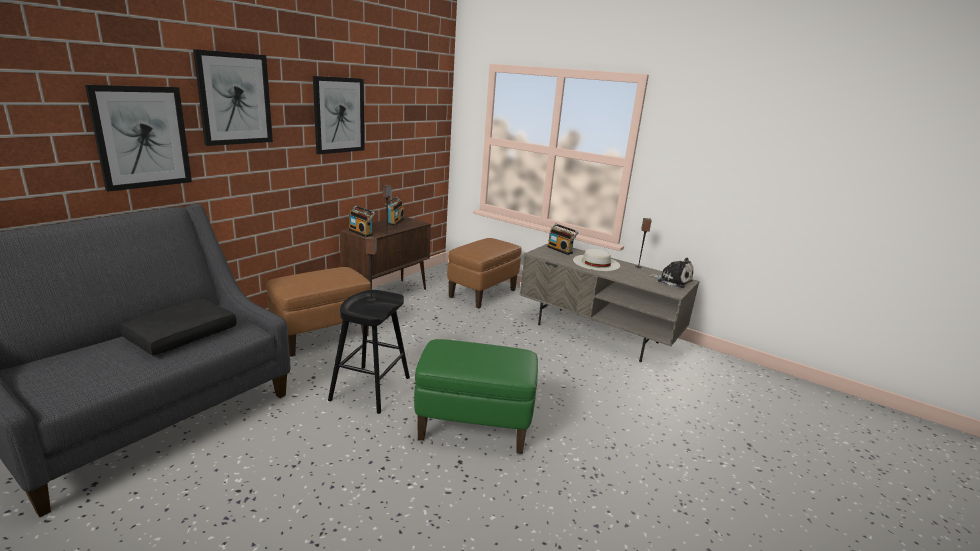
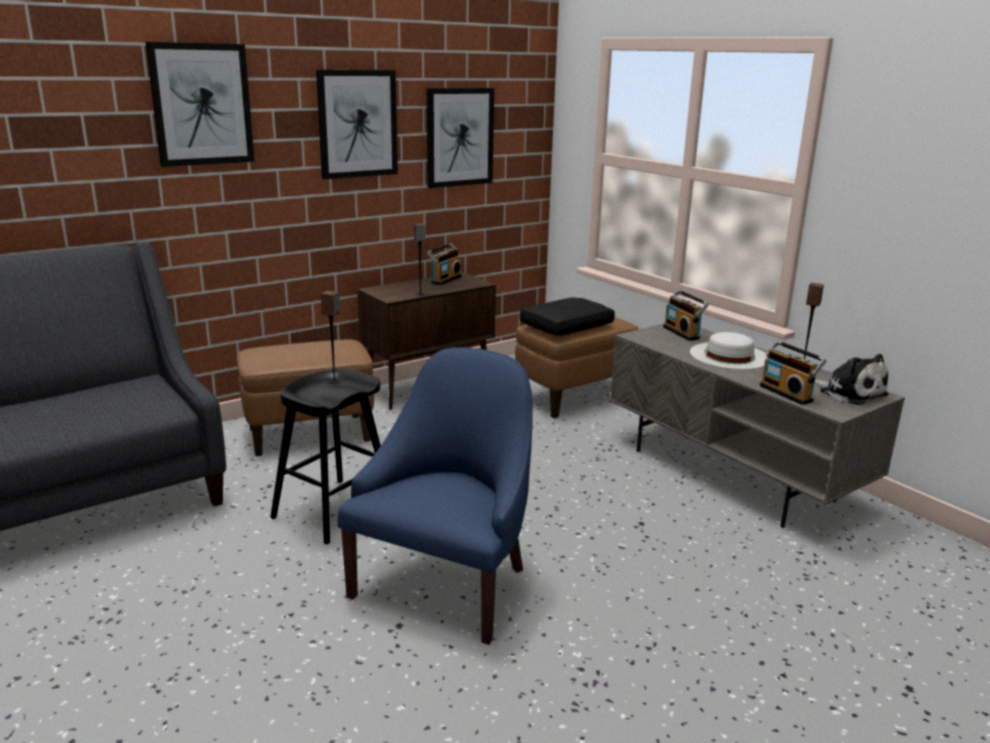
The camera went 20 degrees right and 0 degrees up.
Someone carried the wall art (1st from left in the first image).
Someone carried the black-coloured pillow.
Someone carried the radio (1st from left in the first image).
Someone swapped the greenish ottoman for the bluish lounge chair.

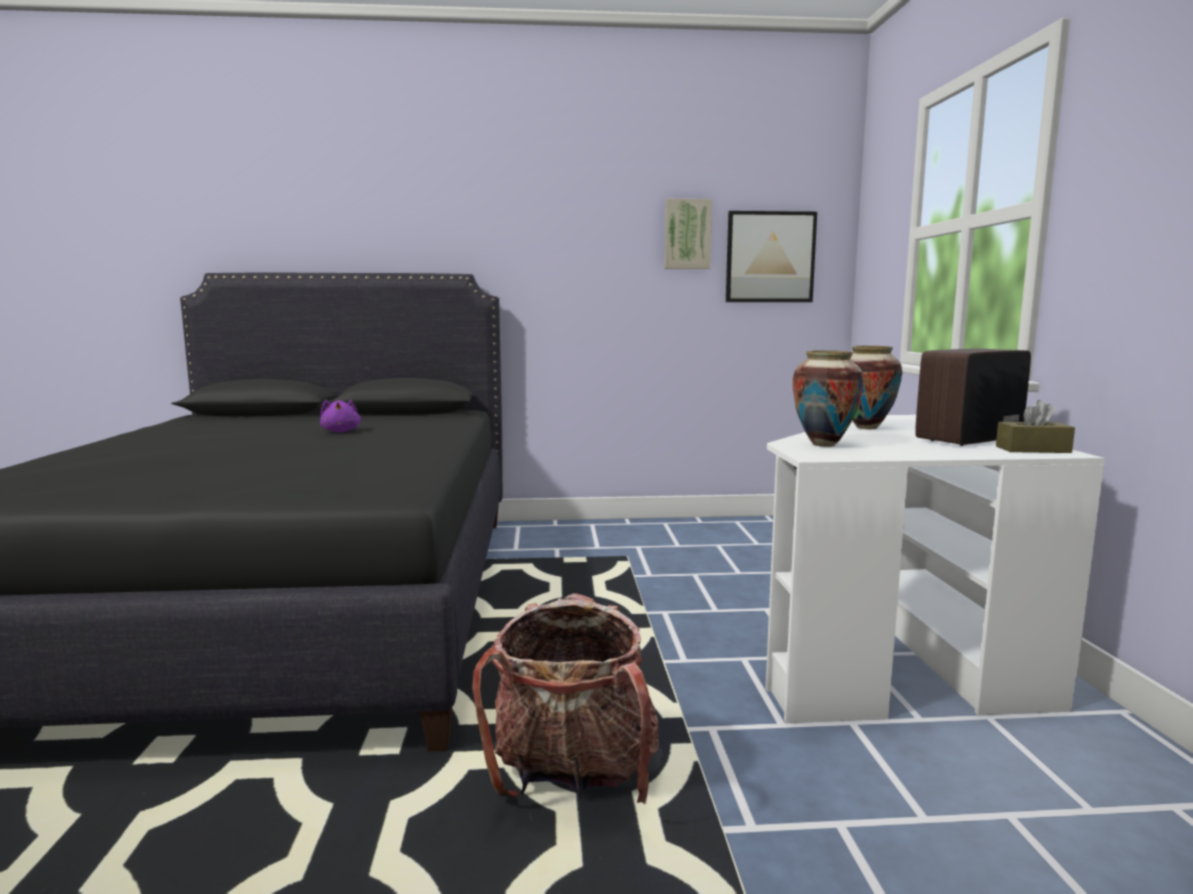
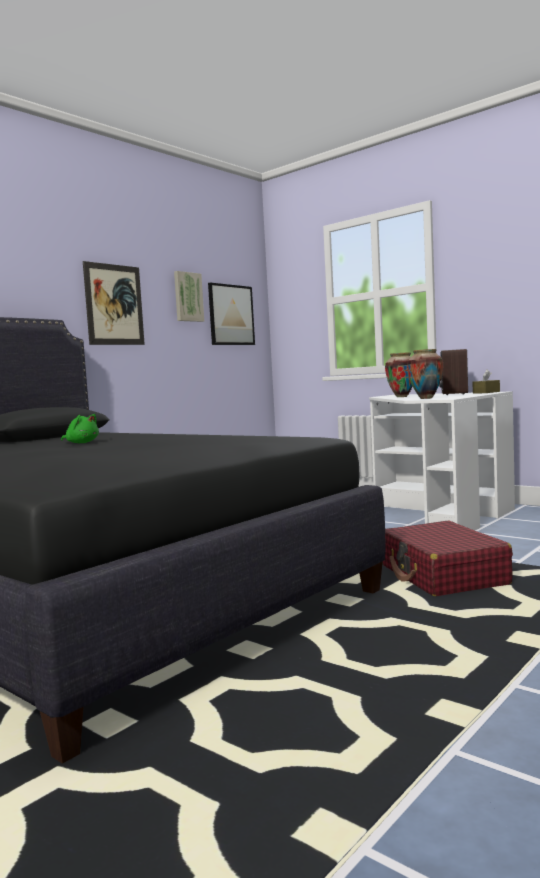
The camera went 45 degrees left and 5 degrees down.
Someone put up the wall art (1st from left).
Someone swapped the backpack for the reddish travel case.
Someone repainted the purplish plush toy, which became the greenish plush toy.

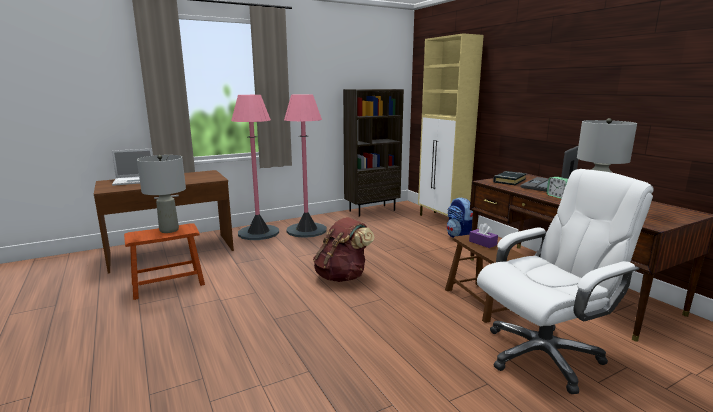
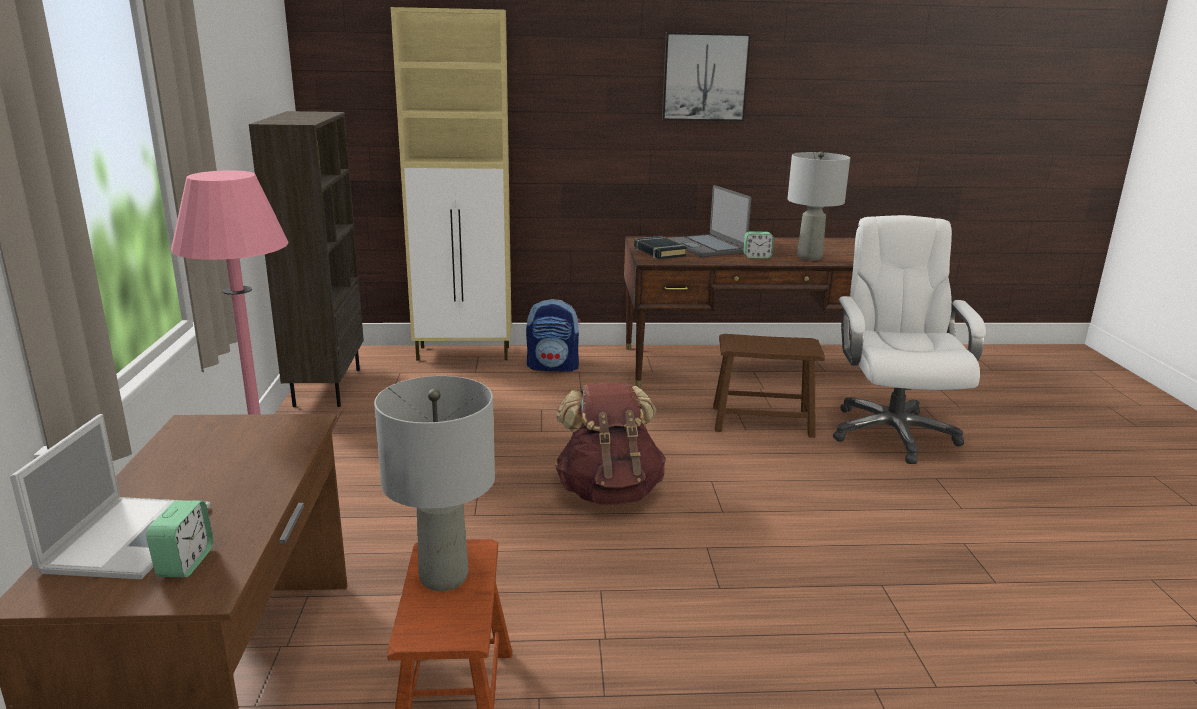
The camera went 65 degrees left and 5 degrees up.
Someone took away the pink floor lamp (2nd from left).
Someone took away the purplish tissue holder.
Someone put down the alarm clock (1st from left).
Someone put up the wall art.

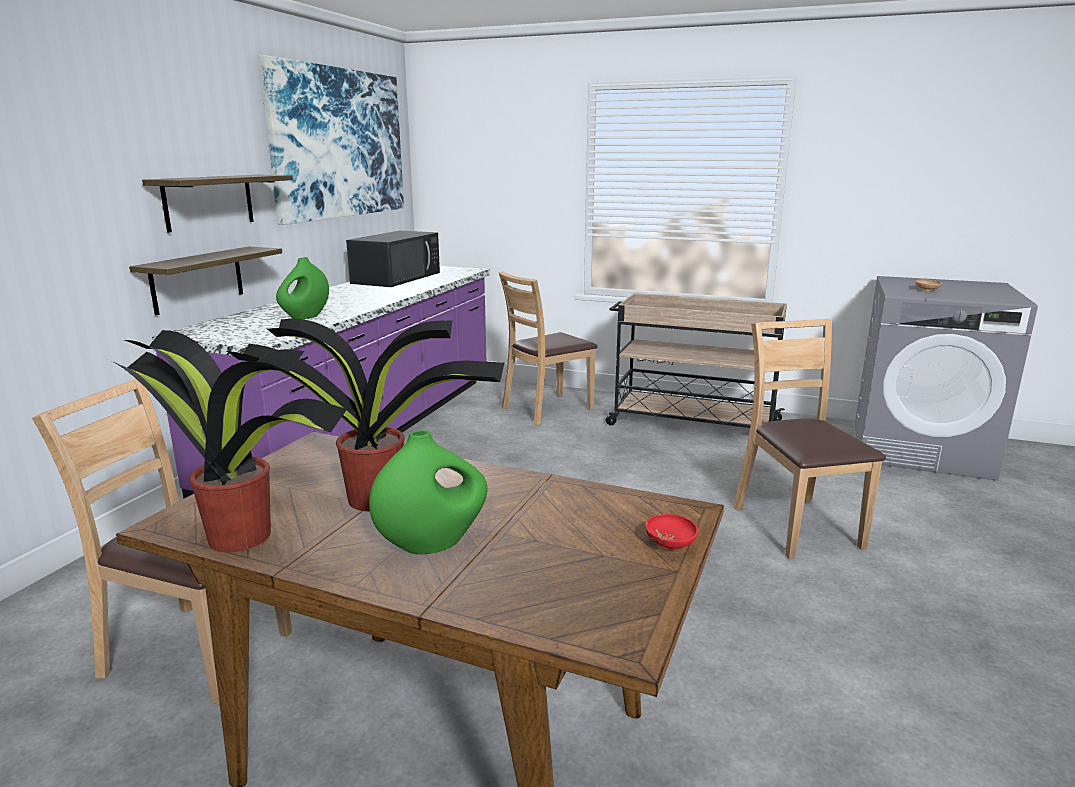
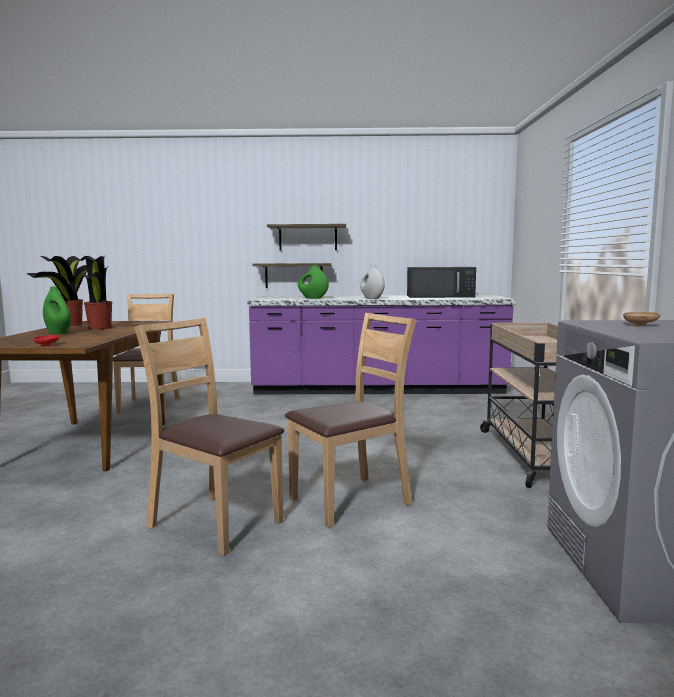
The camera went 70 degrees right and 10 degrees down.
Someone took away the wall art.
Someone put down the white flower vase.
Someone carried the brown-coloured upright chair (2nd from left).

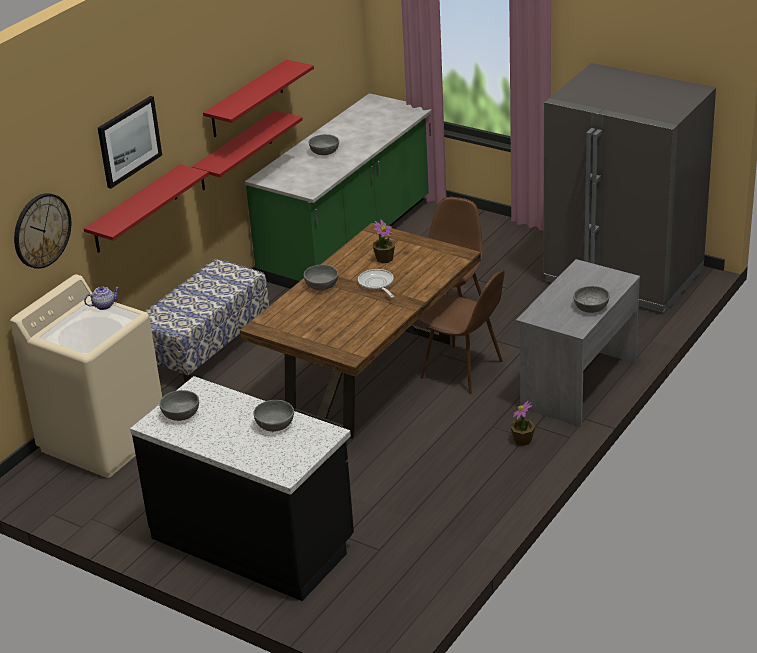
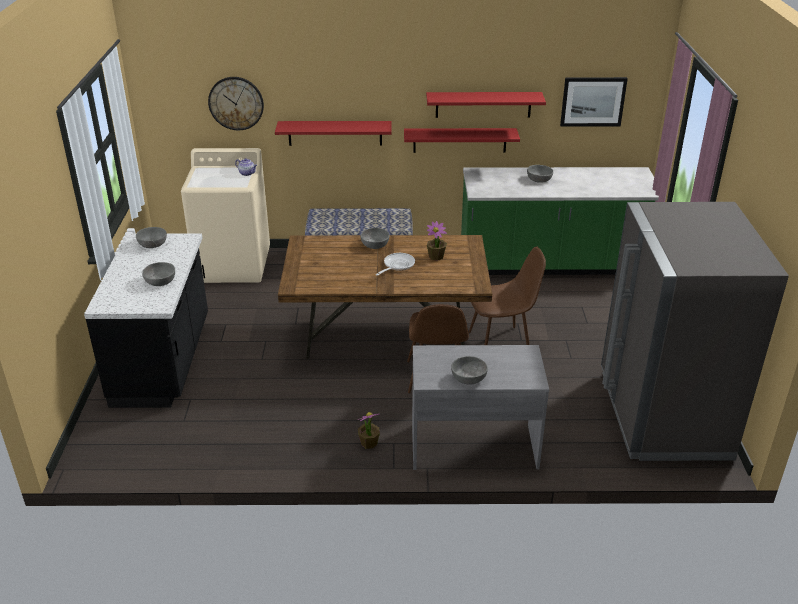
The camera went 55 degrees right and 0 degrees up.
Someone carried the wall art.

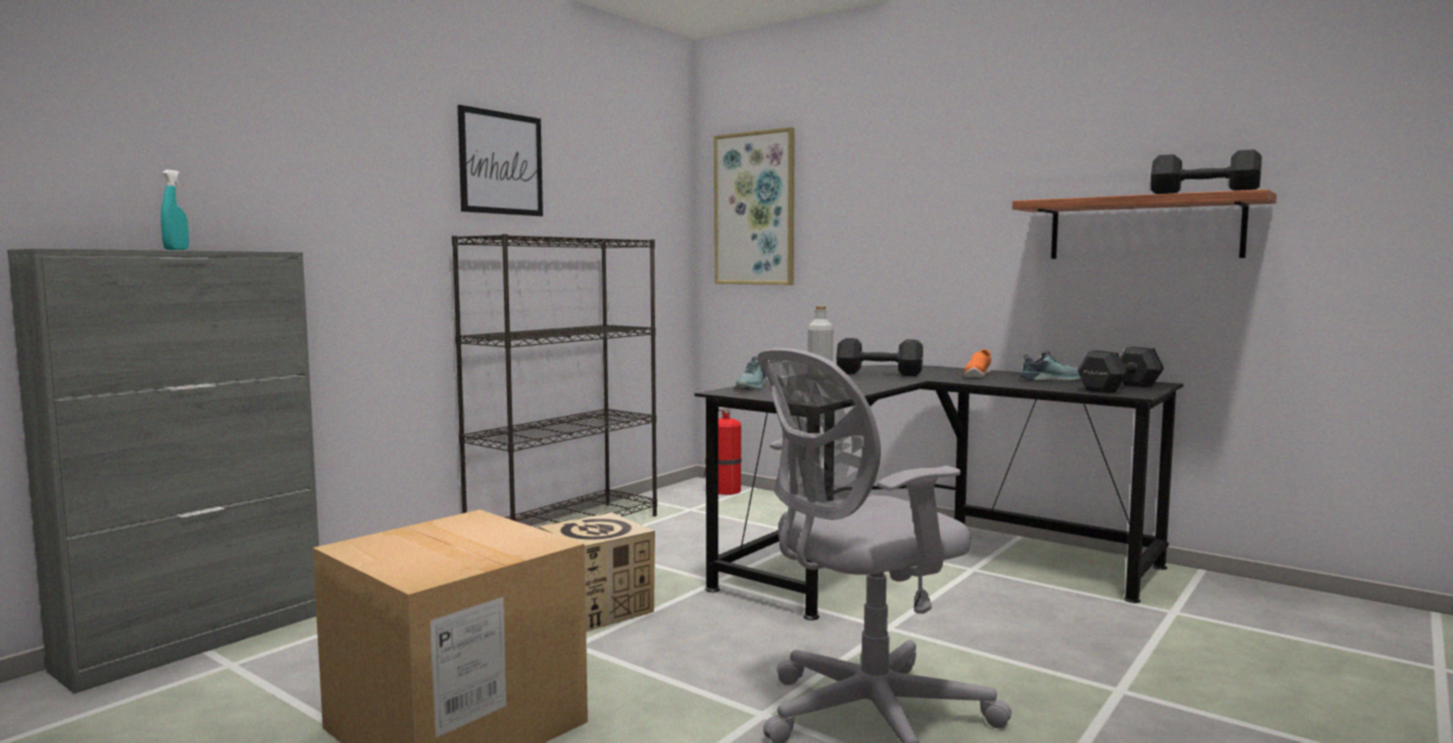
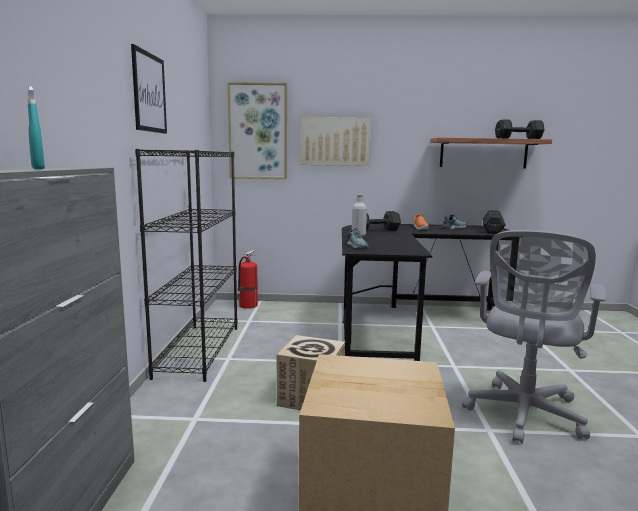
The camera went 35 degrees left and 5 degrees up.
Someone put up the wall art (3rd from left).

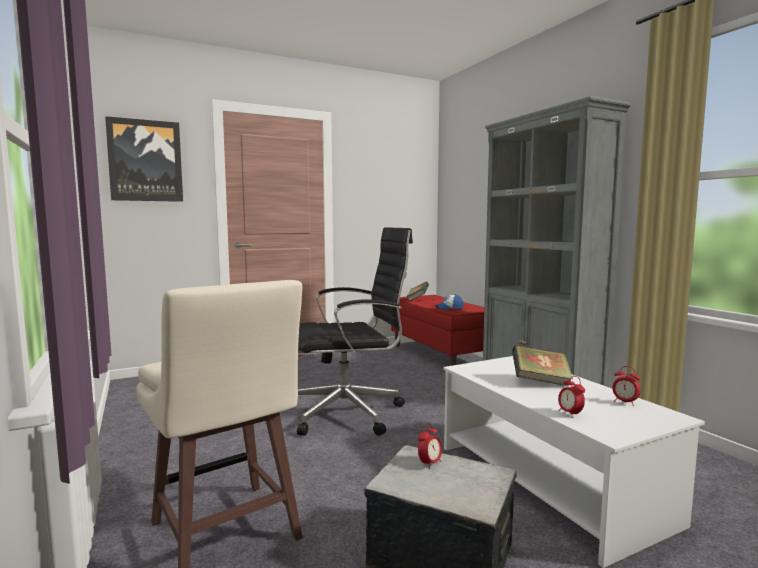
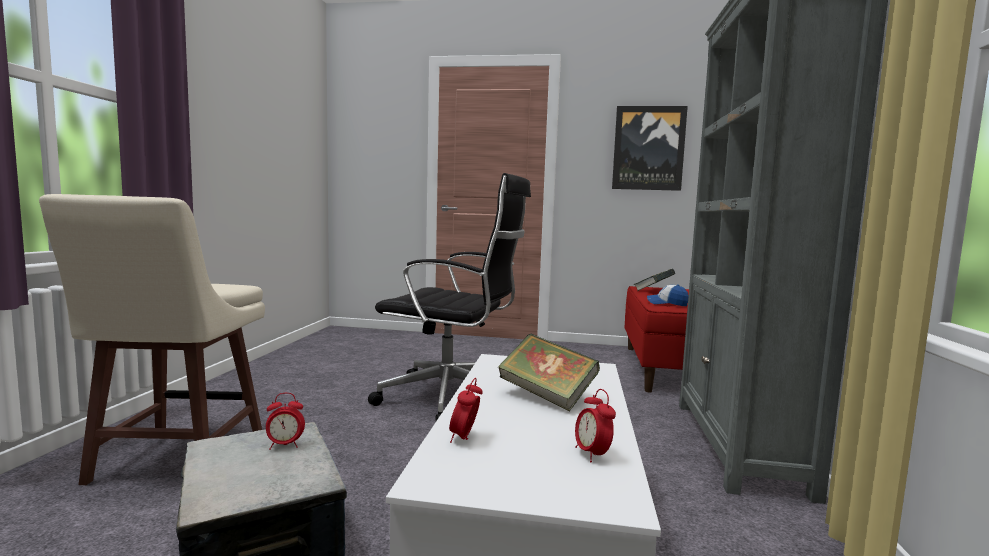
The camera went 35 degrees right and 0 degrees up.
Someone carried the wall art.

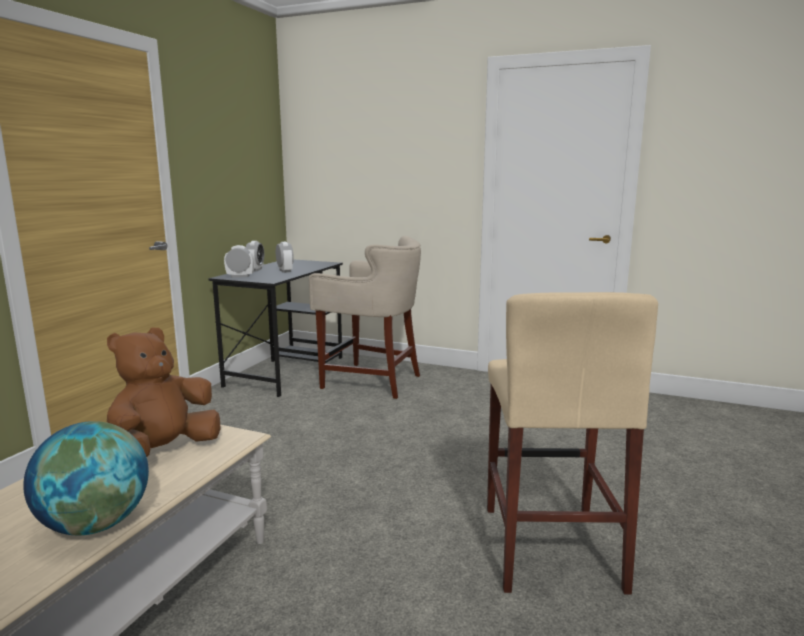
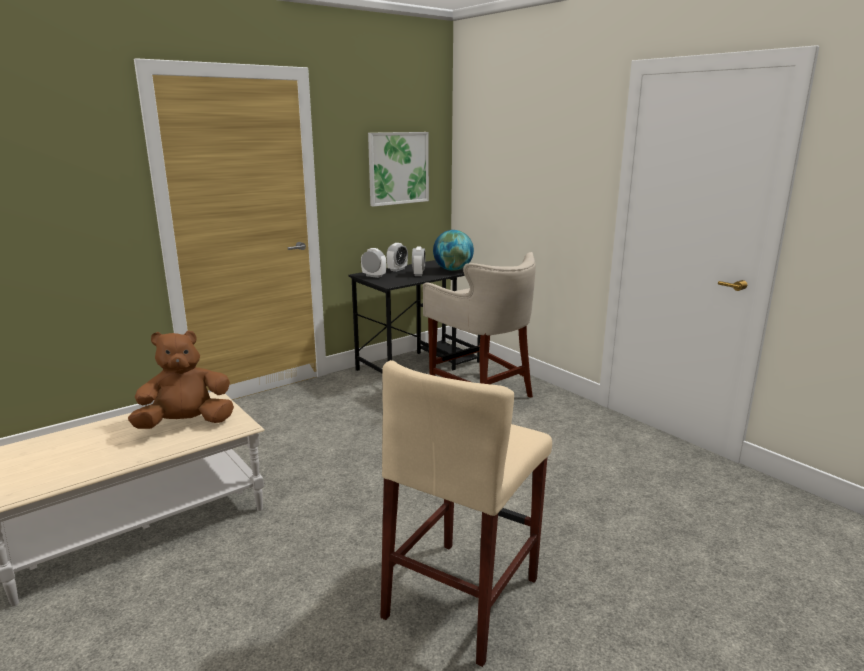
The camera went 30 degrees right and 5 degrees up.
Someone put up the wall art.
Someone carried the desk globe.

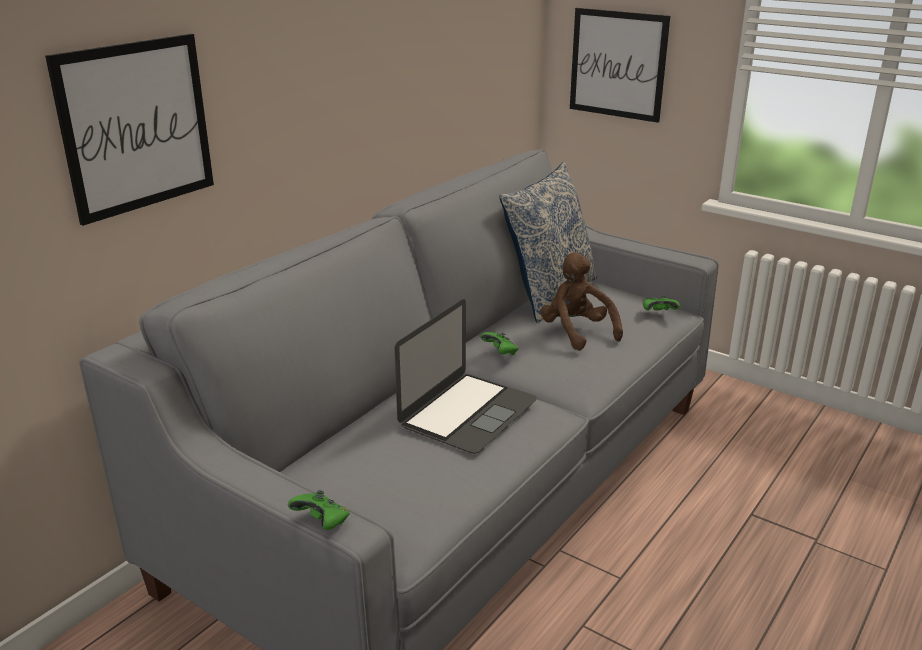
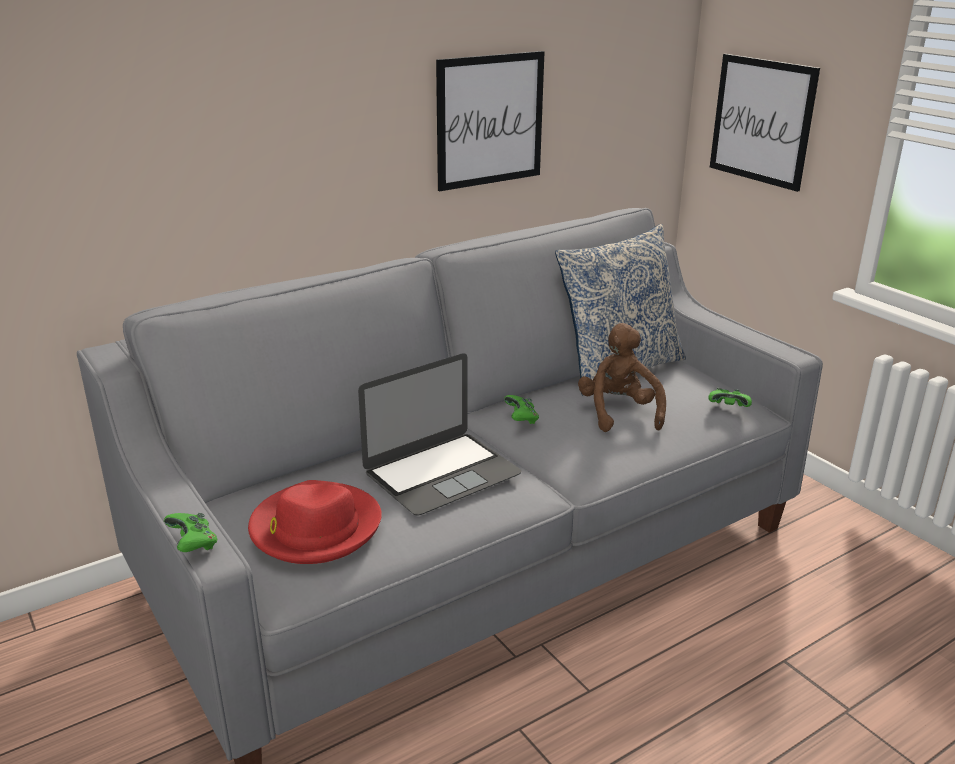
The camera went 20 degrees right and 0 degrees up.
Someone put down the reddish hat.
Someone carried the wall art (1st from left).

